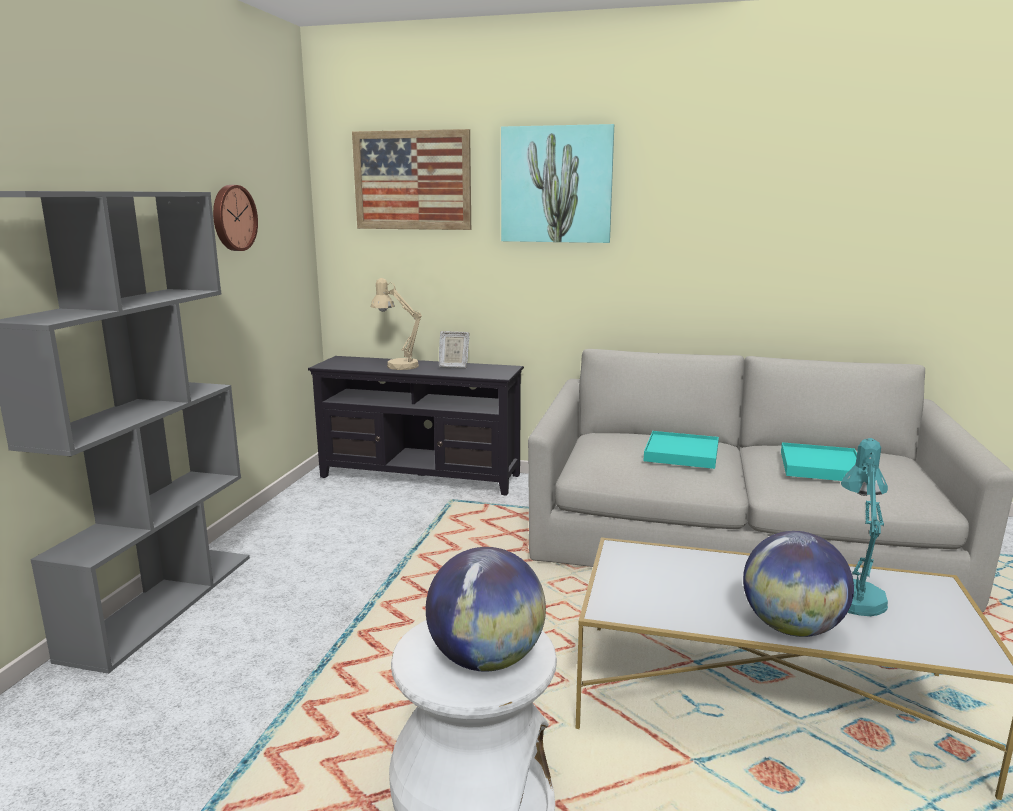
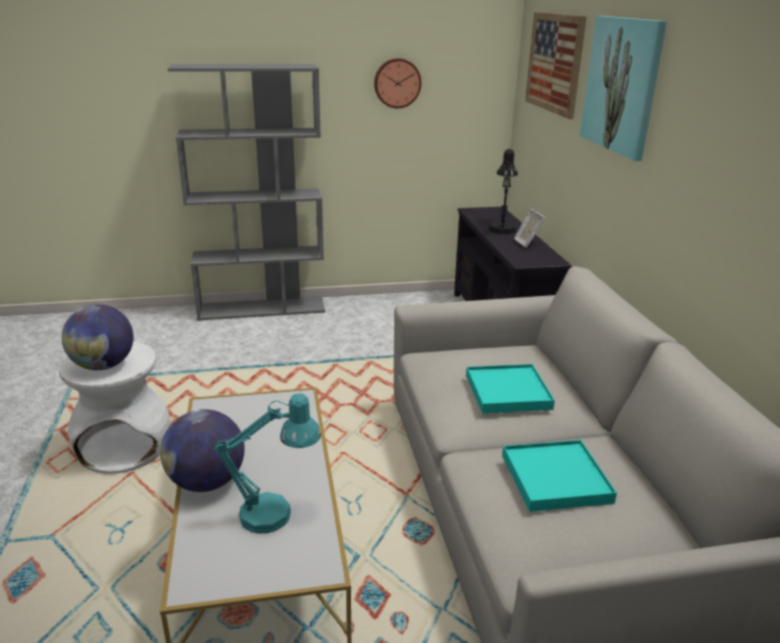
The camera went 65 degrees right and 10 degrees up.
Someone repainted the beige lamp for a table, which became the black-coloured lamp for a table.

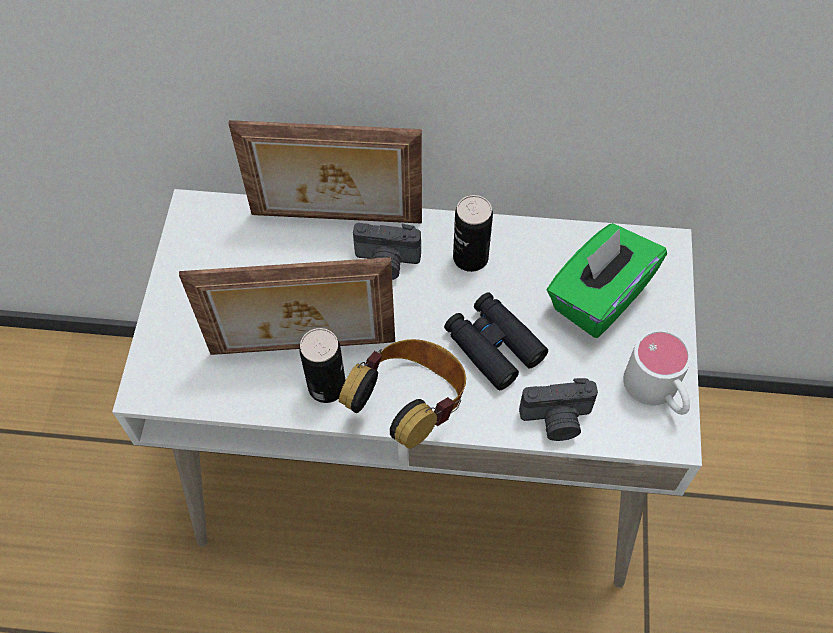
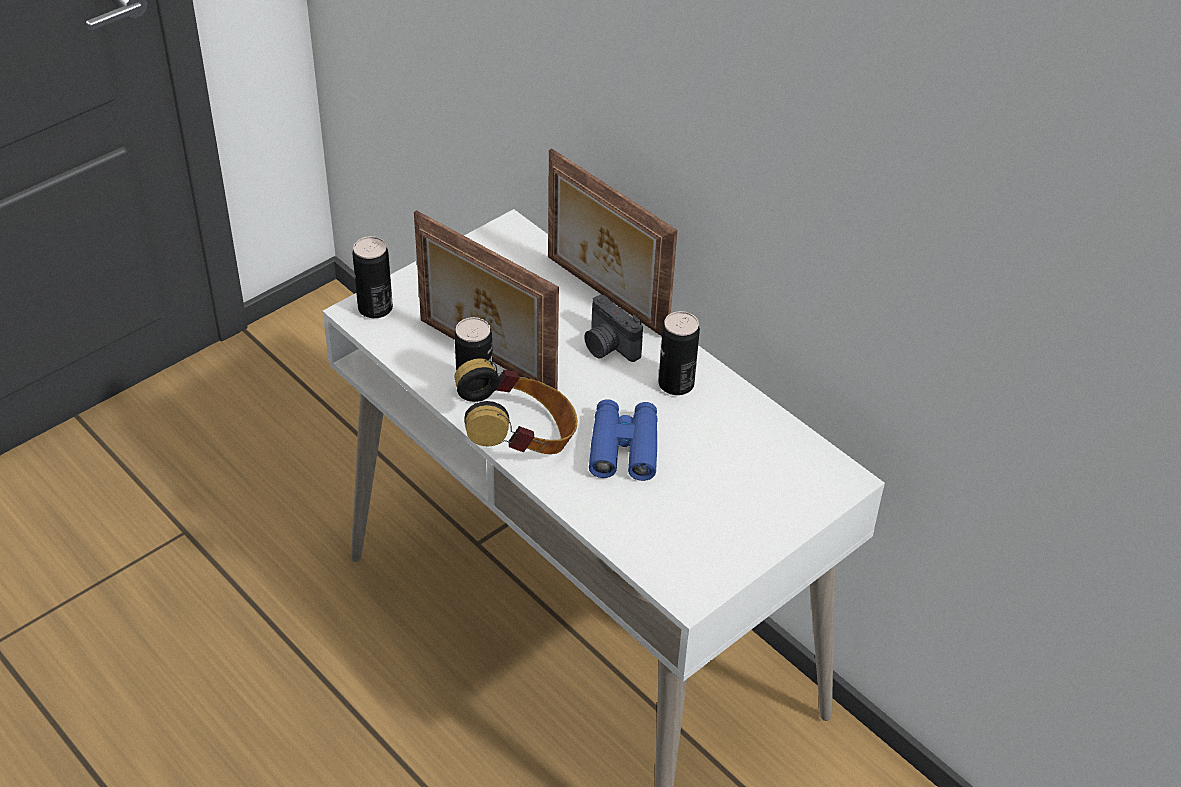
The camera went 40 degrees right and 15 degrees down.
Someone took away the photo camera (2nd from left).
Someone took away the greenish tissue holder.
Someone took away the white coffee mug.
Someone put down the sealed can (1st from left).
Someone repainted the black-coloured field glasses, which became the bluish field glasses.

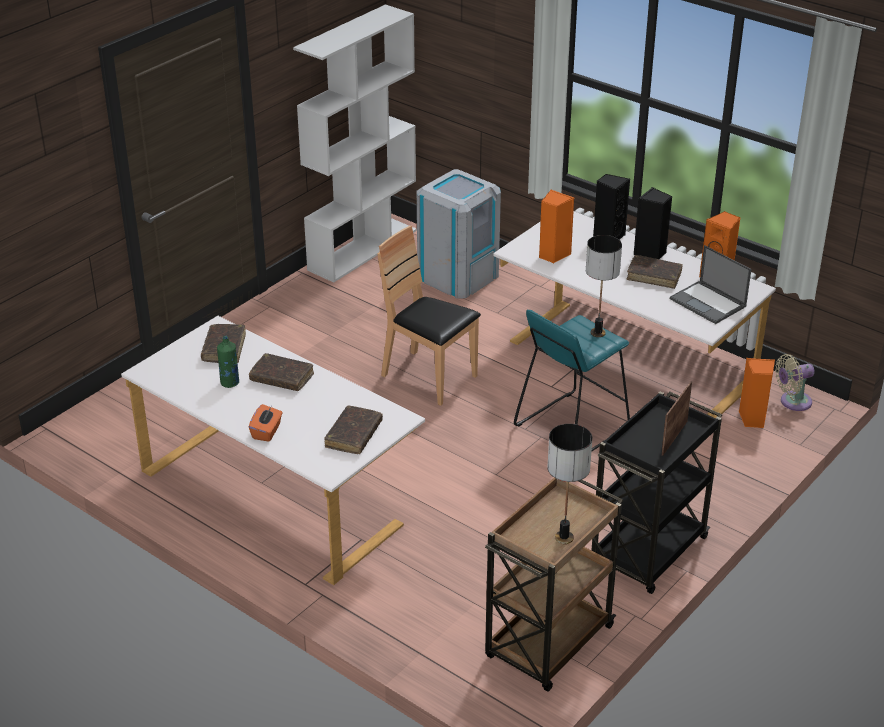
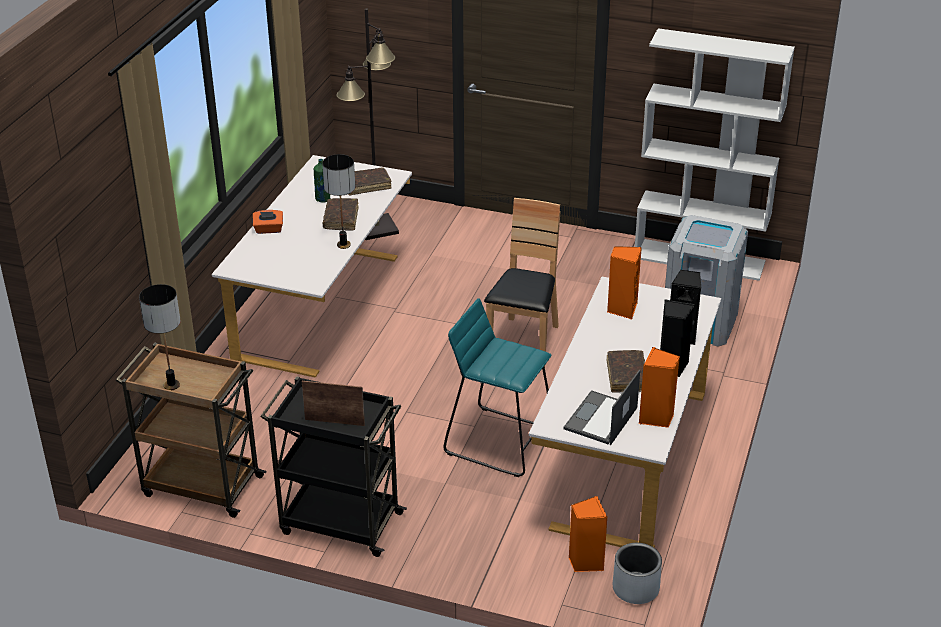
The camera went 70 degrees right and 0 degrees up.
Someone took away the brown-coloured book (3rd from left).
Someone put down the black-coloured floor lamp.
Someone carried the lamp for a table (2nd from left).
Someone swapped the beige electric fan for the greyish plant pot.

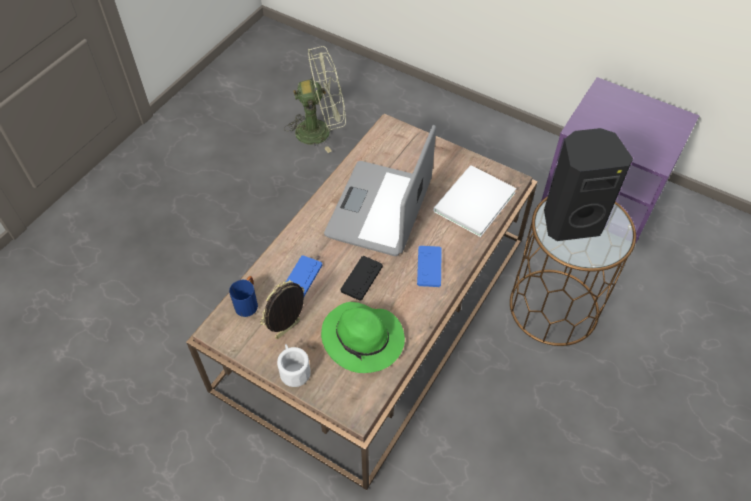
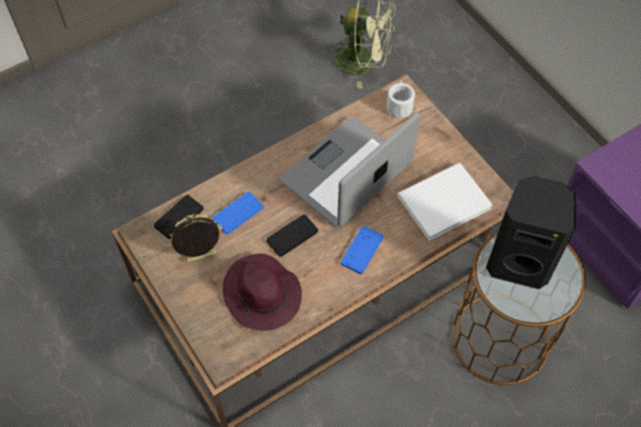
The camera went 25 degrees right and 5 degrees up.
Someone carried the white coffee mug.
Someone swapped the bluish coffee mug for the black-coloured game controller (1st from left).
Someone repainted the greenish hat, which became the purplish hat.

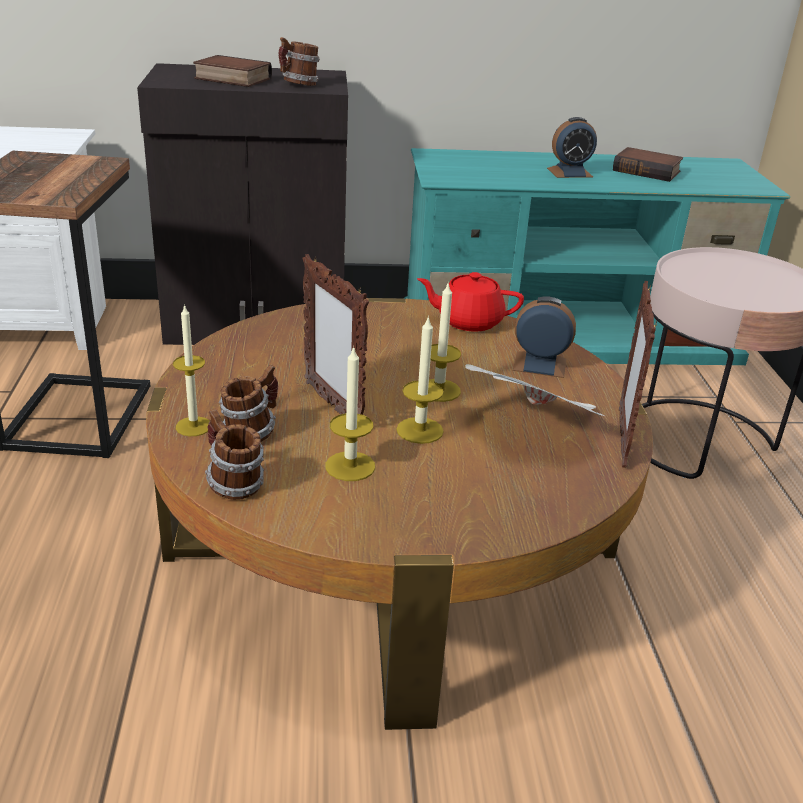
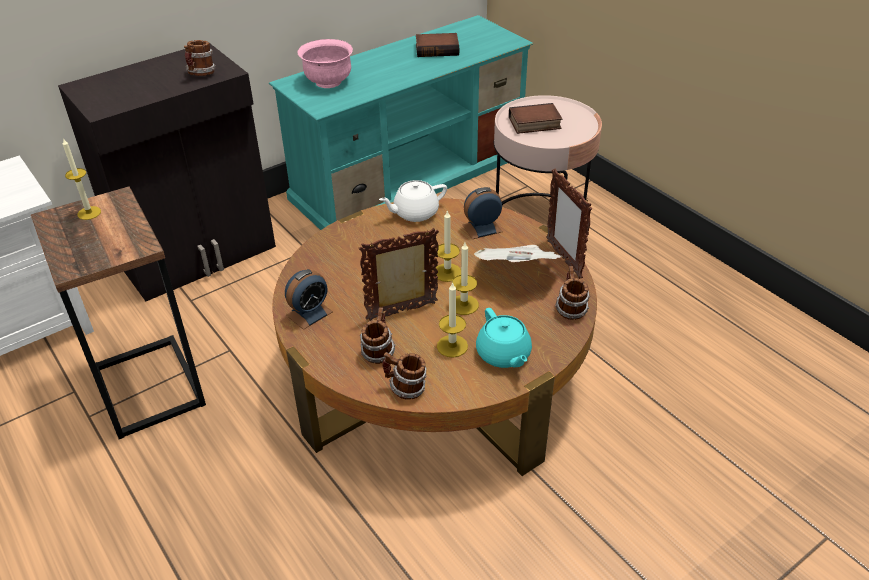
The camera went 30 degrees left and 10 degrees up.
Someone put down the pink deep dish.
Someone put down the blue-green teapot.
Someone put down the coffee mug (4th from left).
Someone carried the candle (1st from left).
Someone carried the book (1st from left in the first image).
Someone carried the alarm clock (2nd from left in the first image).
Someone repainted the reddish teapot, which became the white teapot.
Someone rotated the photo frame (1st from left) by 135 degrees clockwise.

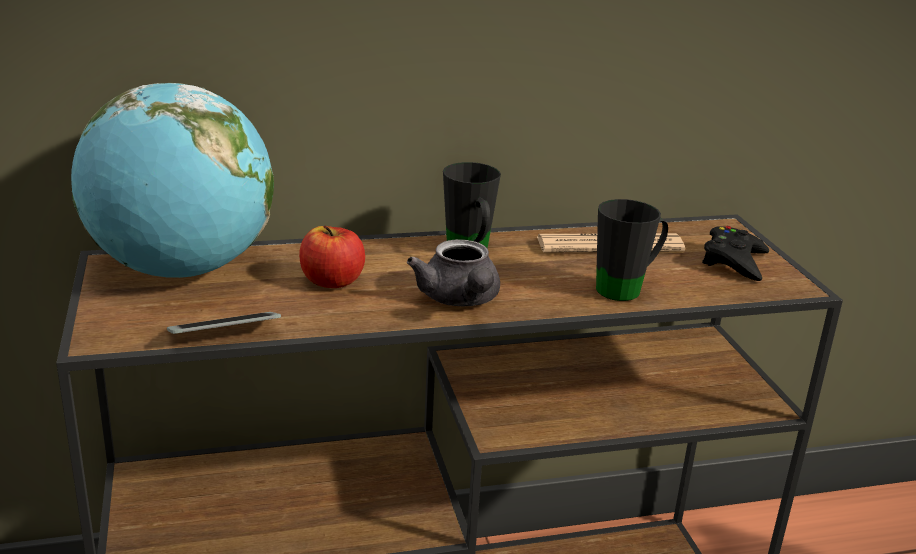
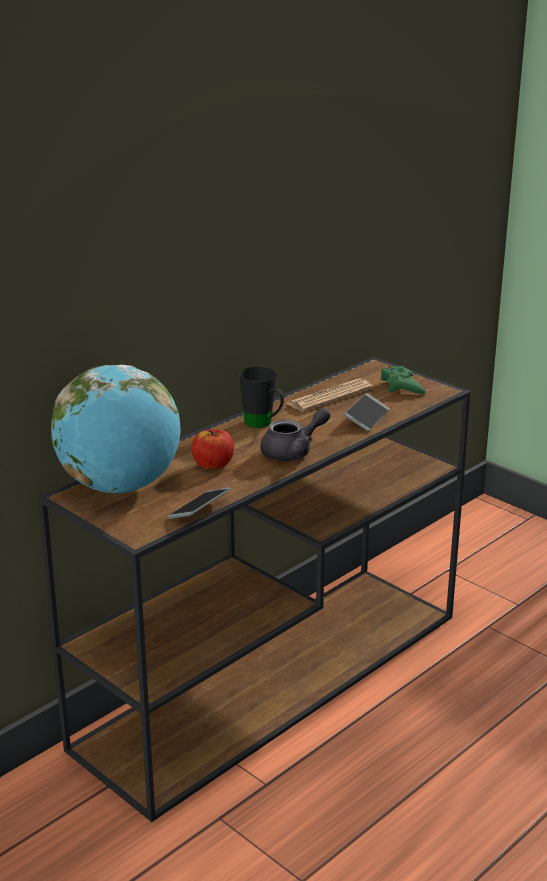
The camera went 30 degrees left and 0 degrees up.
Someone swapped the black-coloured coffee mug (2nd from left) for the telephone (2nd from left).
Someone repainted the black-coloured game controller, which became the greenish game controller.
Someone rotated the greyish teapot by 75 degrees counterclockwise.

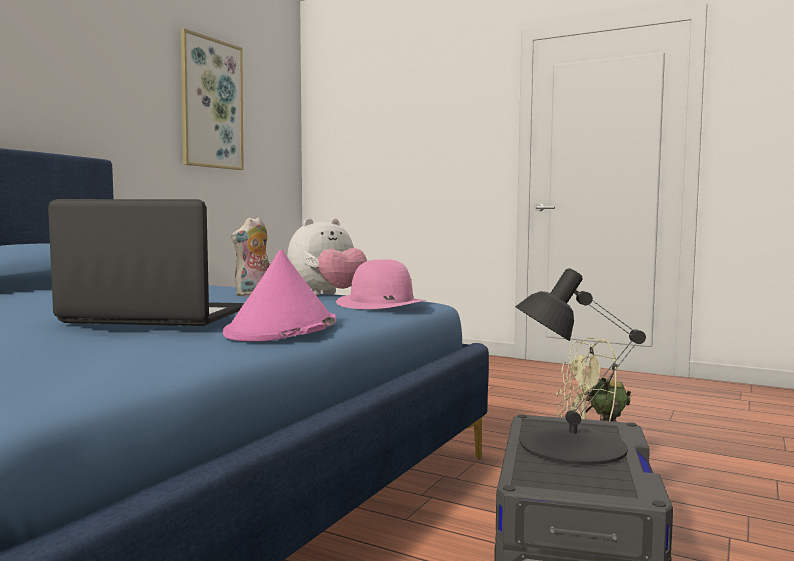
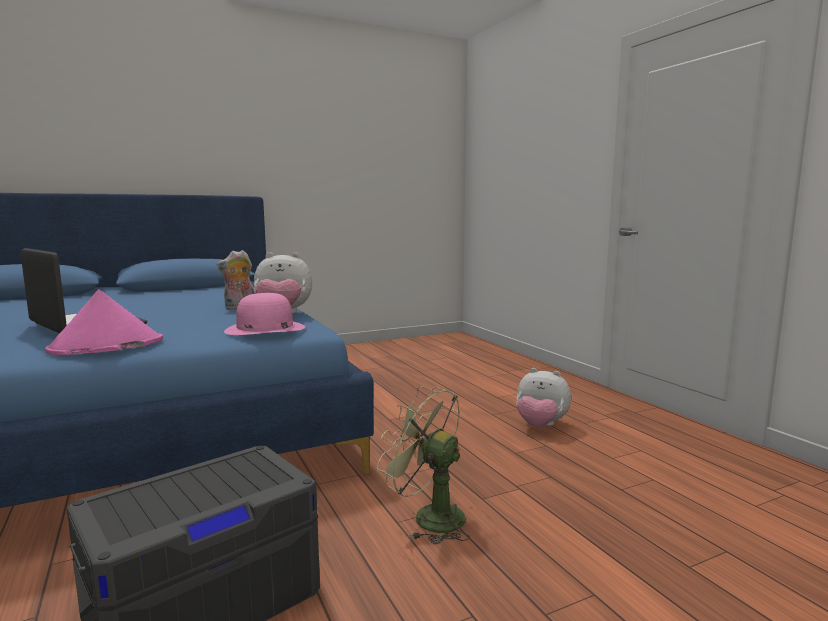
The camera went 35 degrees right and 5 degrees up.
Someone took away the wall art.
Someone took away the black-coloured lamp for a table.
Someone put down the plush toy (3rd from left).

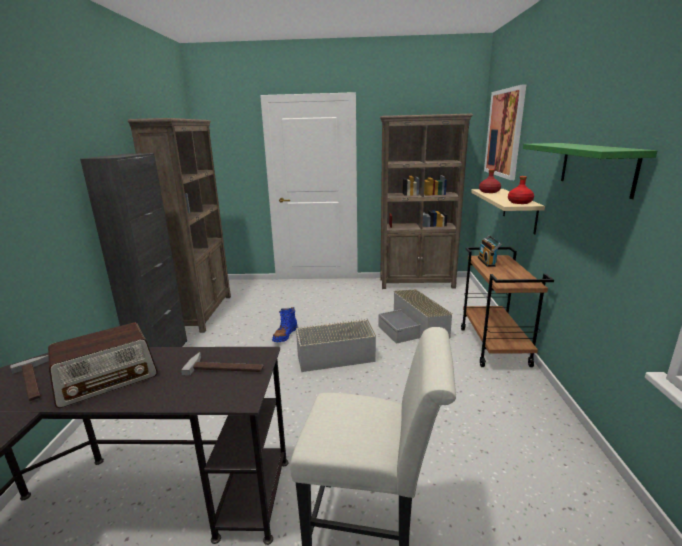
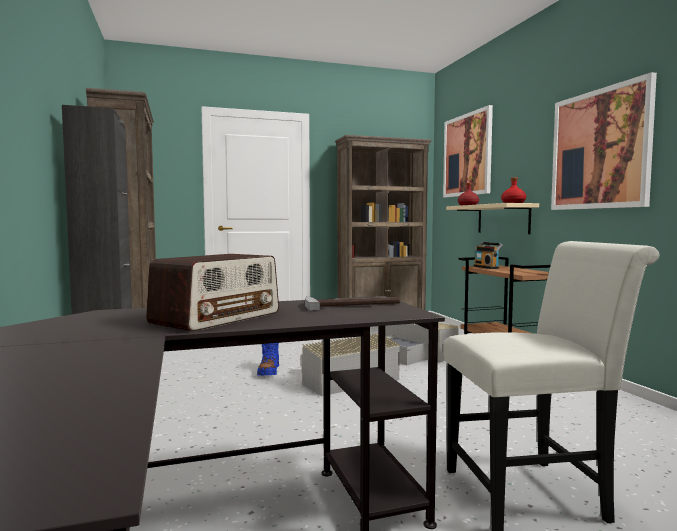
The camera went 20 degrees left and 15 degrees down.
Someone took away the hammer (1st from left).
Someone swapped the greenish shelf for the wall art (2nd from left).

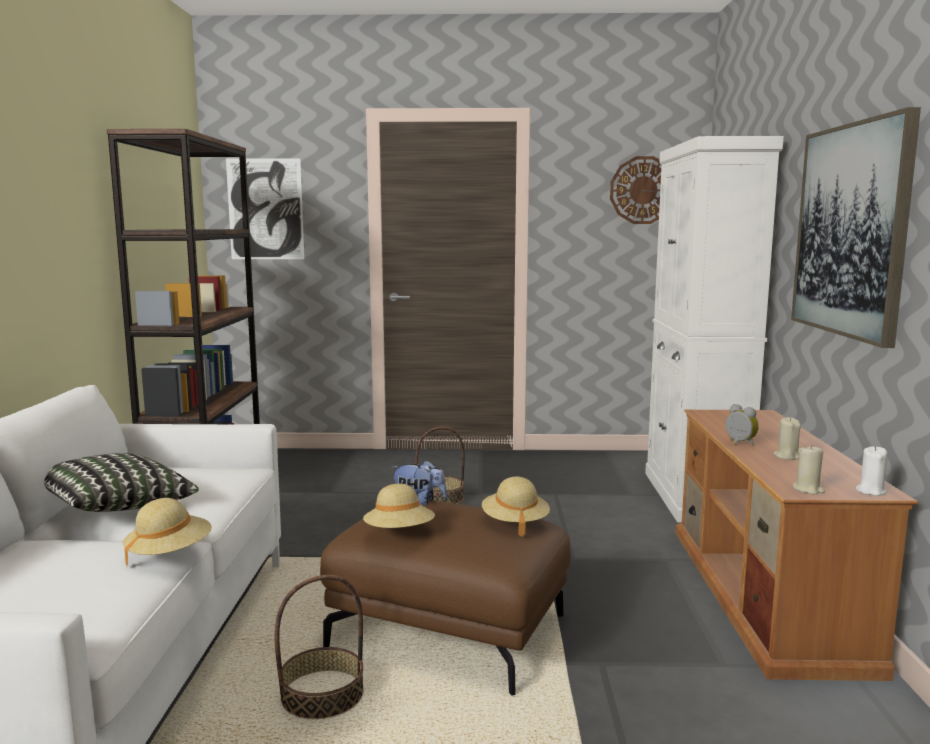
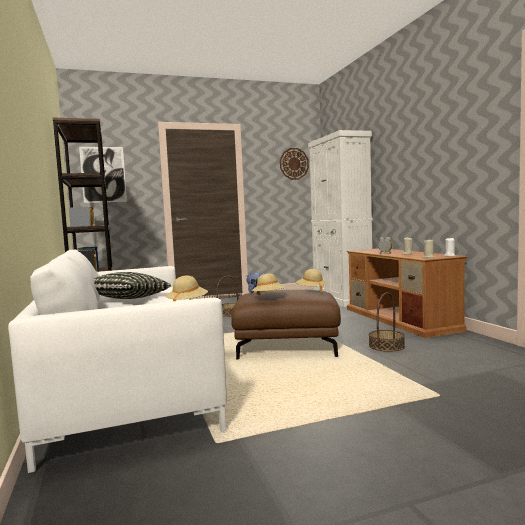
The camera went 20 degrees left and 5 degrees down.
Someone took away the wall art (2nd from left).
Someone carried the storage basket (1st from left in the first image).

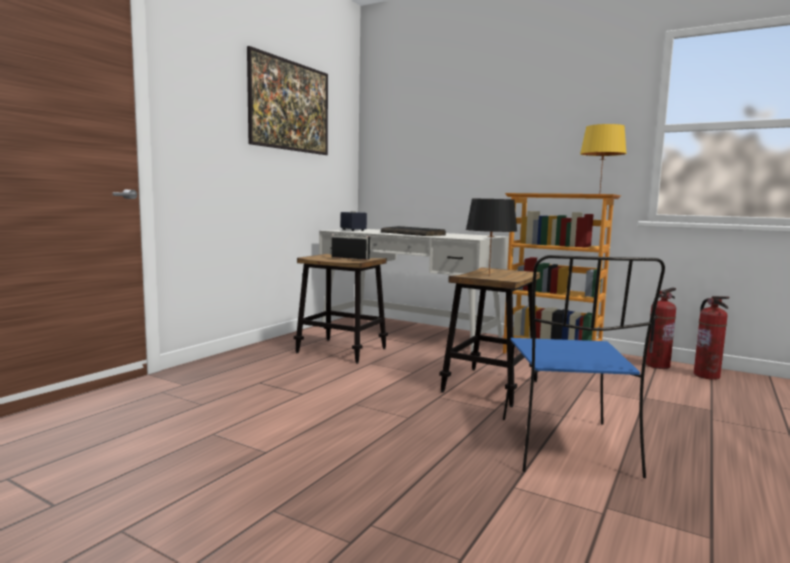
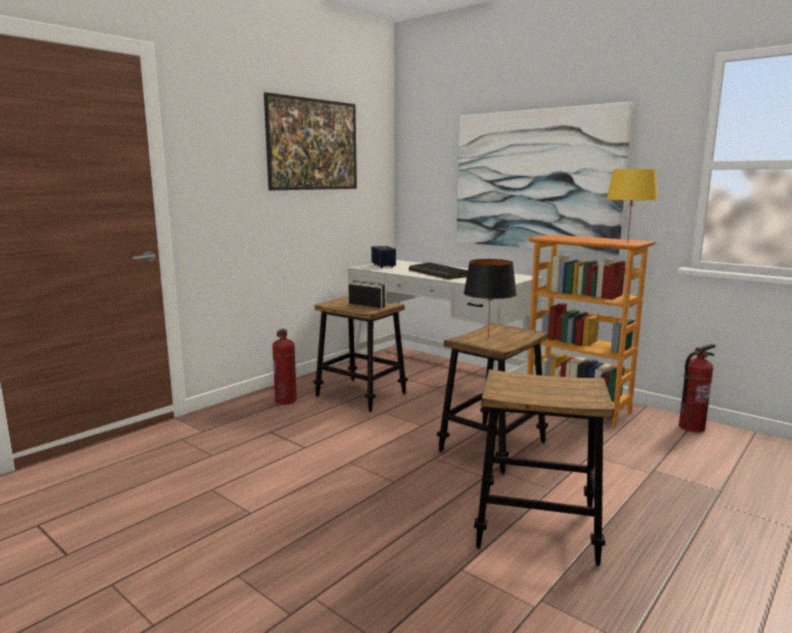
The camera went 10 degrees right and 5 degrees up.
Someone put up the wall art (2nd from left).
Someone carried the fire extinguisher (2nd from left in the first image).
Someone swapped the bluish upright chair for the stool seat (3rd from left).

